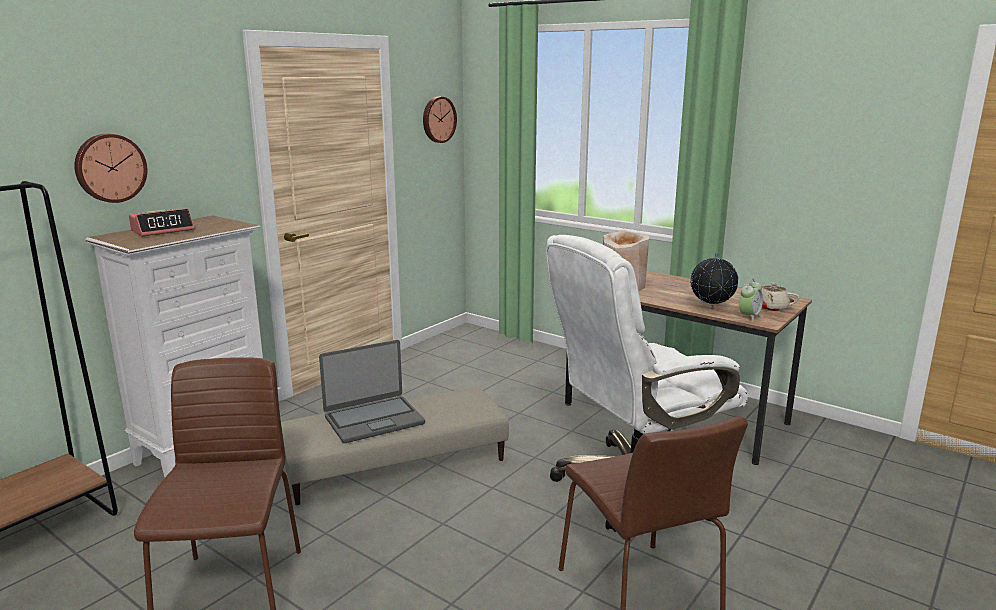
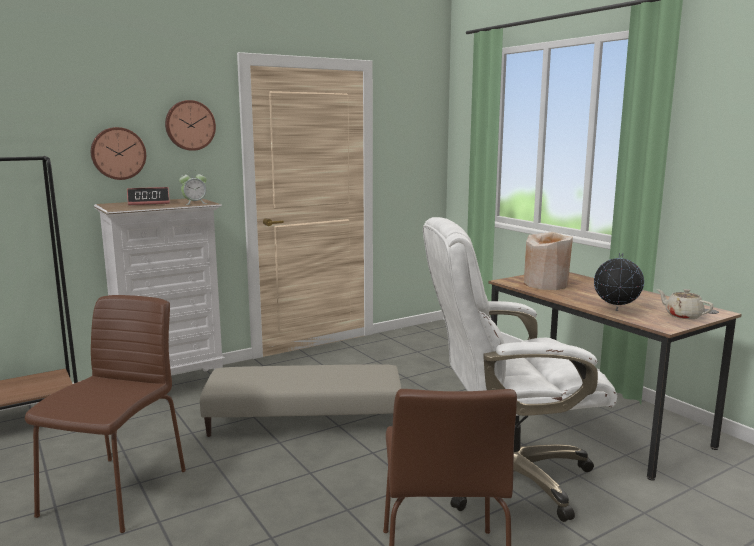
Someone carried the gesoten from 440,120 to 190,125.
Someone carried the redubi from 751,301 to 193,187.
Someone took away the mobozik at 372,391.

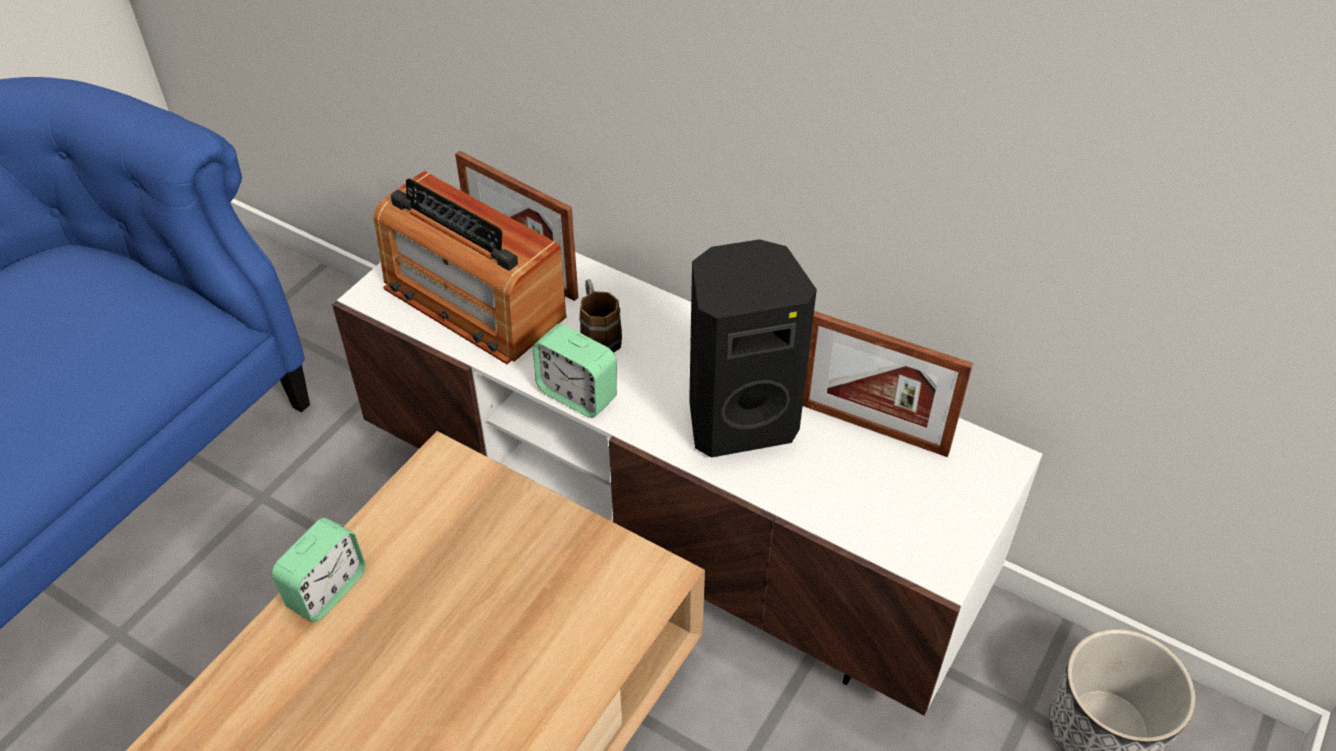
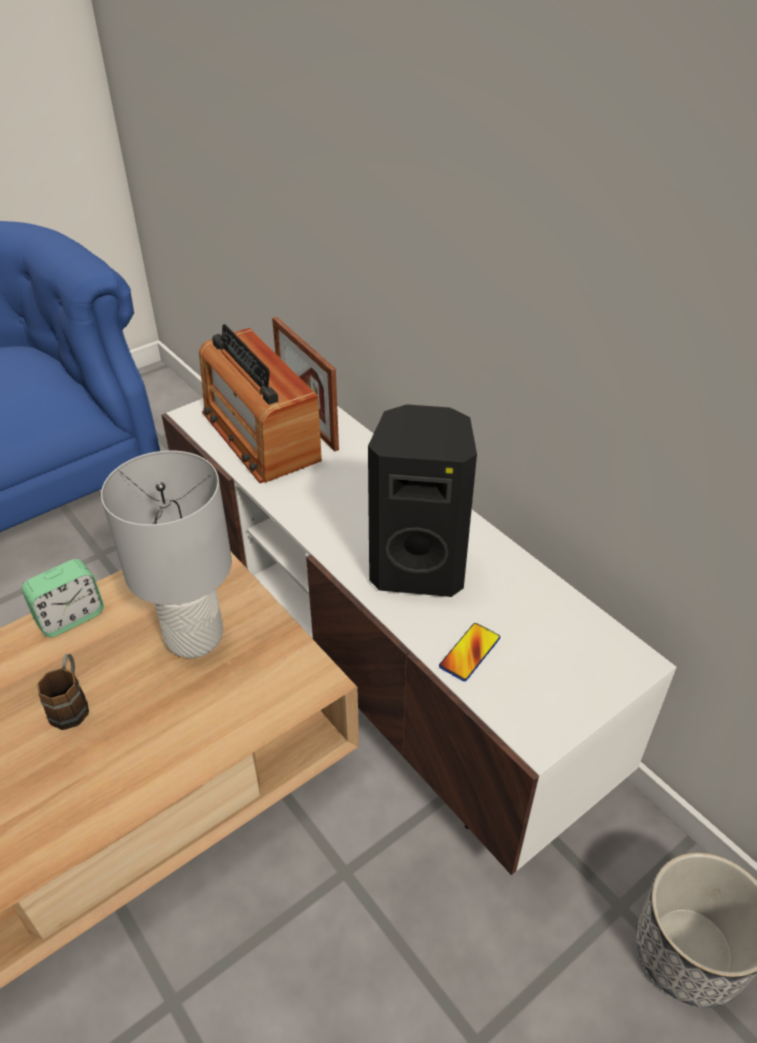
Someone carried the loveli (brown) from 600,316 to 63,692.
Someone took away the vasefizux at 888,384.
Someone took away the redubi at 575,371.
Someone put down the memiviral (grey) at 166,554.
Someone put down the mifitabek at 469,652.

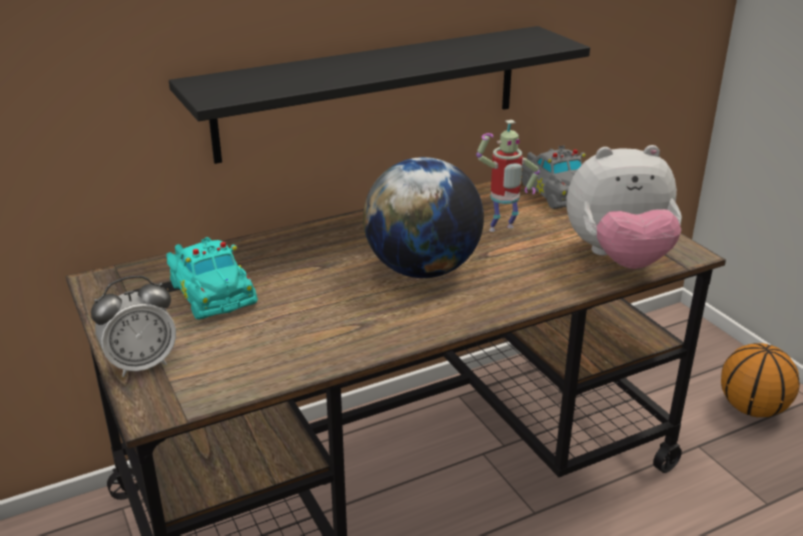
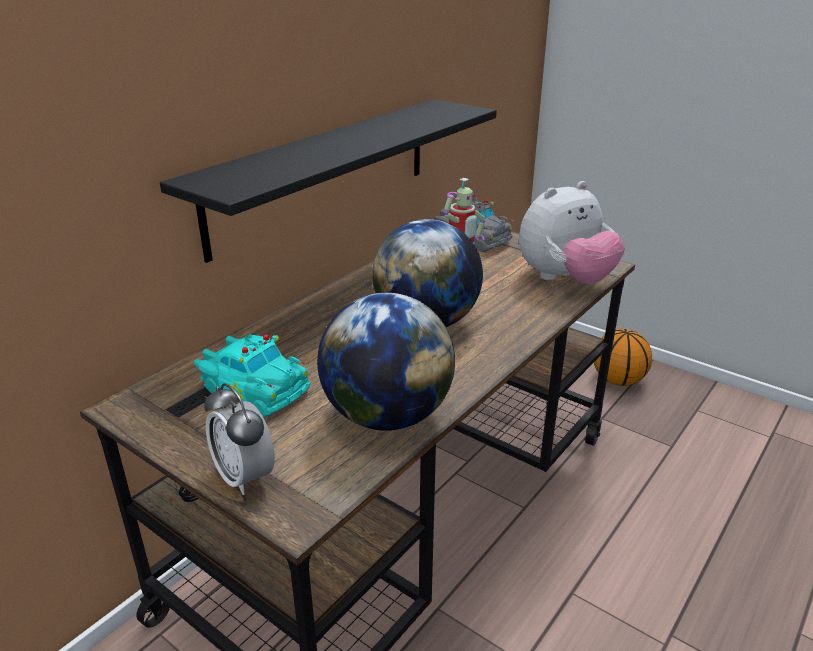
Someone rotated the redubi at 133,326 by 105 degrees clockwise.
Someone put down the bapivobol at 386,362.

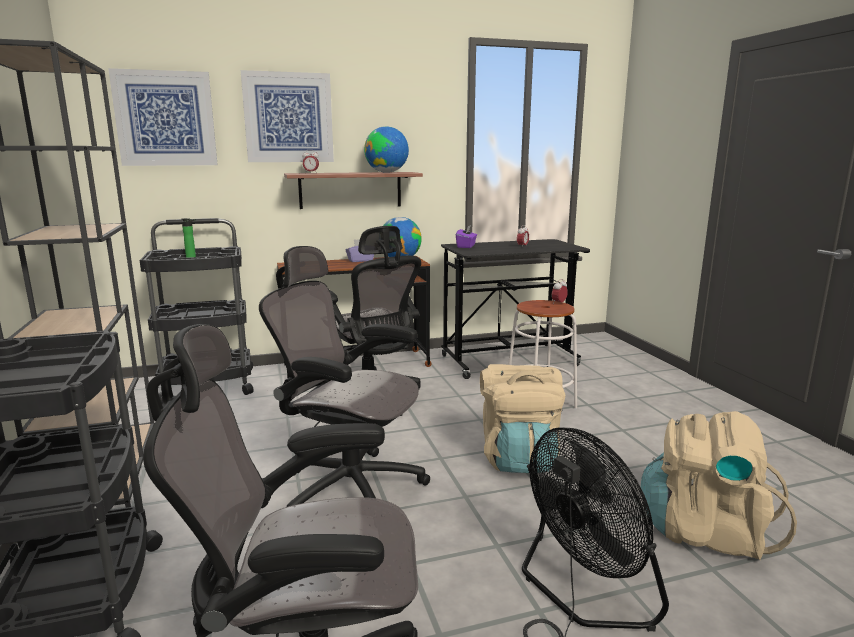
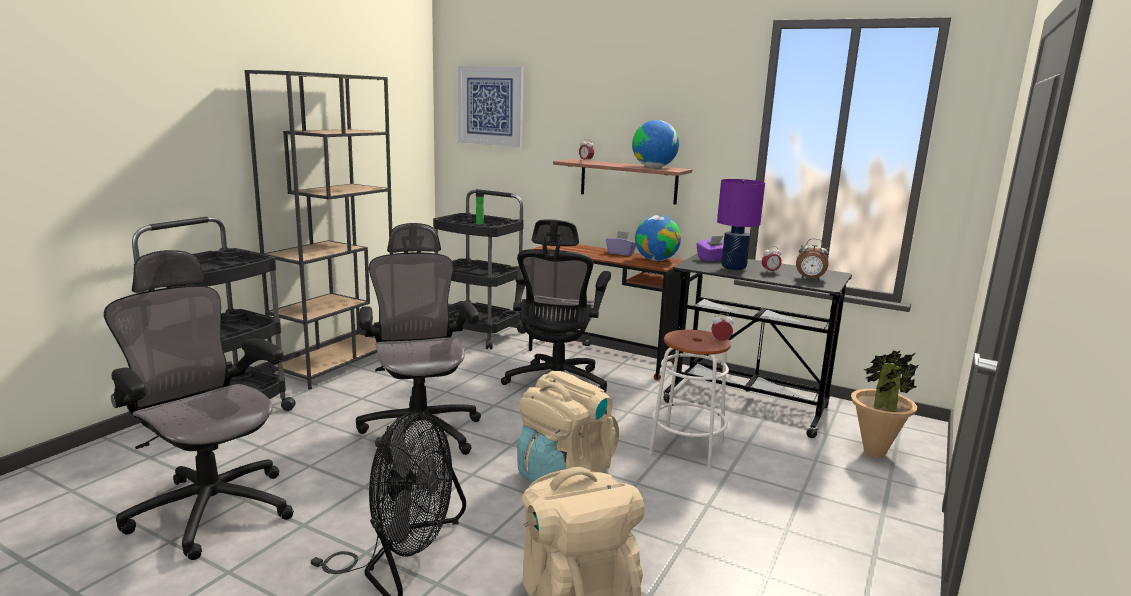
Someone took away the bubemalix at 287,116.
Someone put down the memiviral (purple) at 741,224.
Someone put down the redubi at 812,259.
Someone put down the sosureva at 885,404.

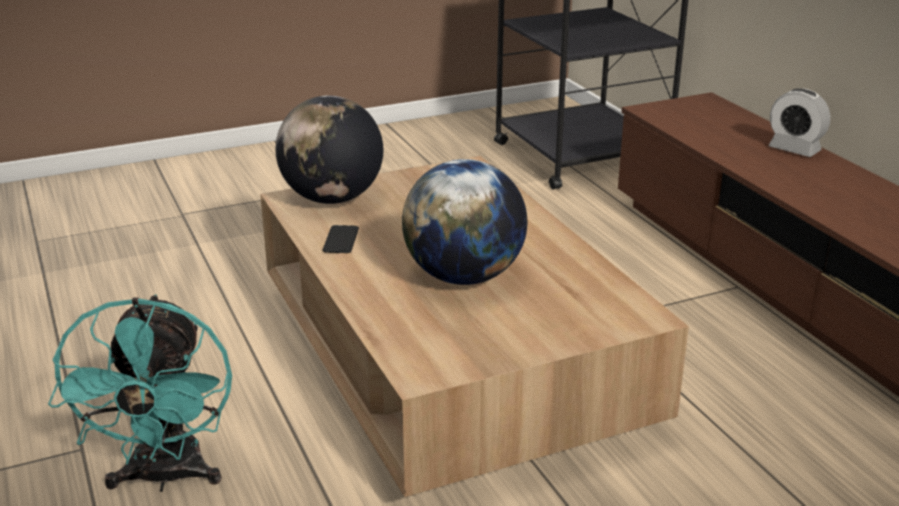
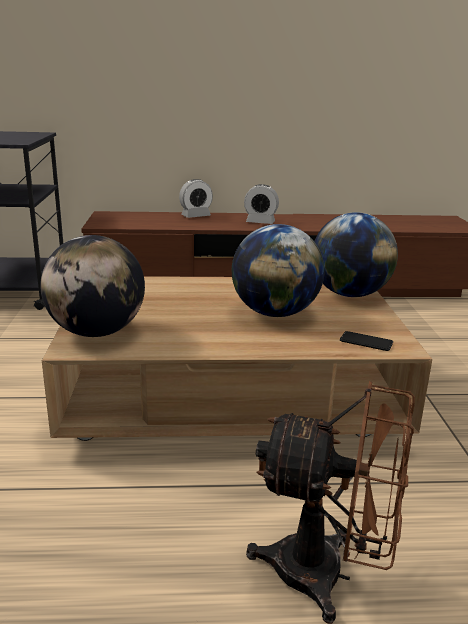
Someone carried the mifitabek from 340,239 to 366,341.
Someone repainted the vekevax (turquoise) at 140,393, which became the vekevax (brown) at 330,502.
Someone put down the redubi at 261,204.
Someone put down the bapivobol at 356,254.

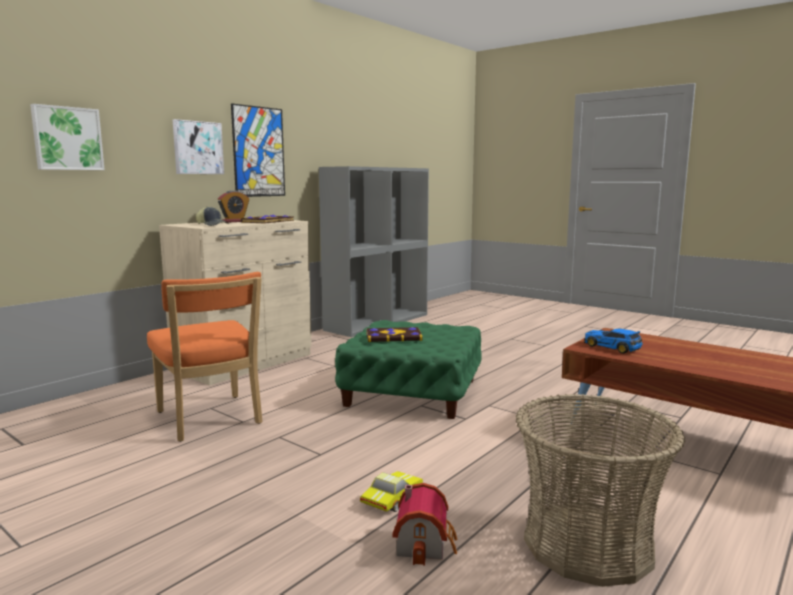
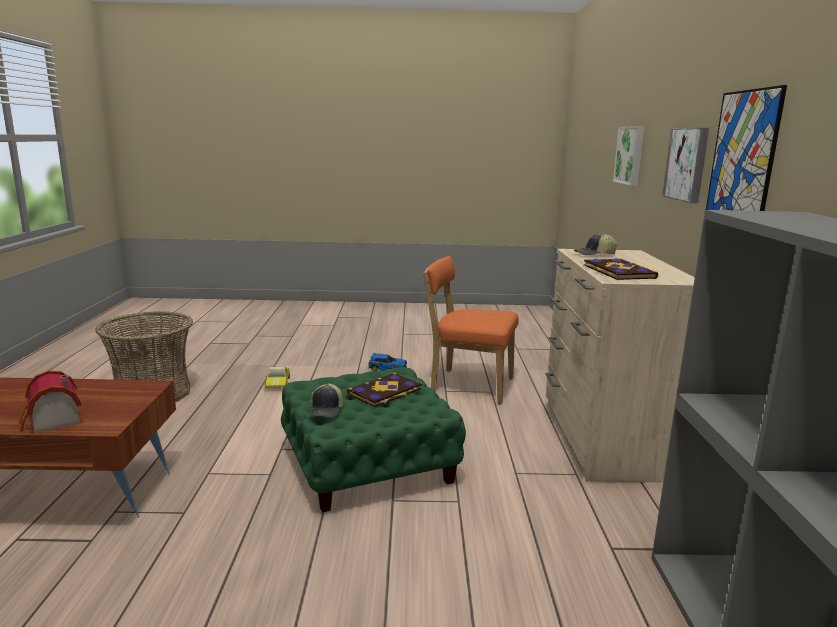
Someone took away the redubi at 233,206.
Someone carried the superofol from 613,341 to 387,362.
Someone carried the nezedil from 425,524 to 50,402.
Someone put down the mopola at 326,401.

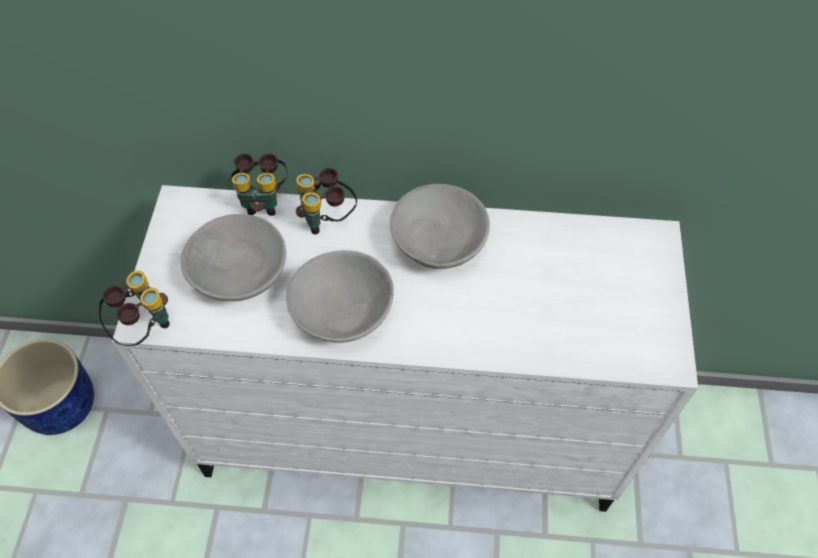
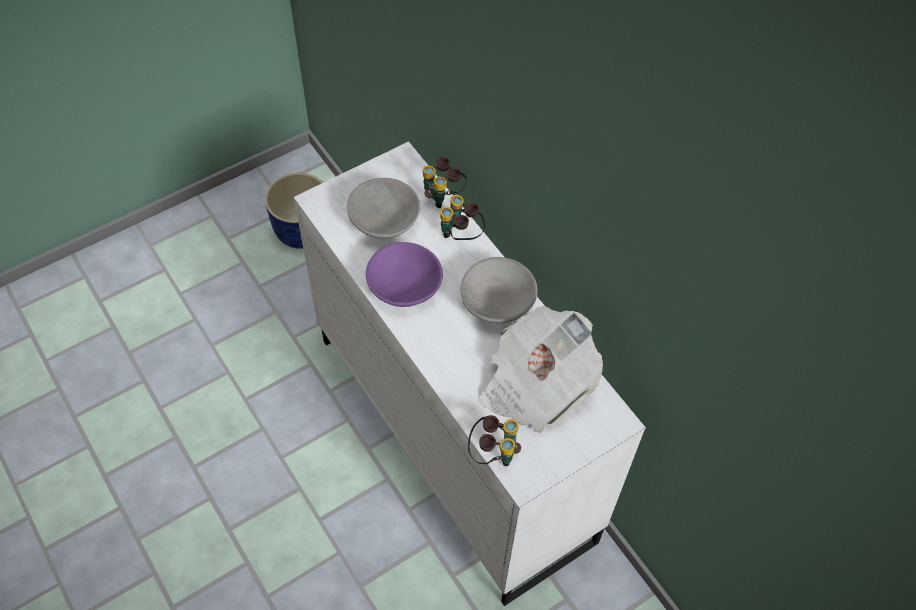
Someone repainted the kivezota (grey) at 340,296, which became the kivezota (purple) at 404,274.
Someone carried the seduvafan from 134,308 to 494,440.
Someone put down the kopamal at 542,369.

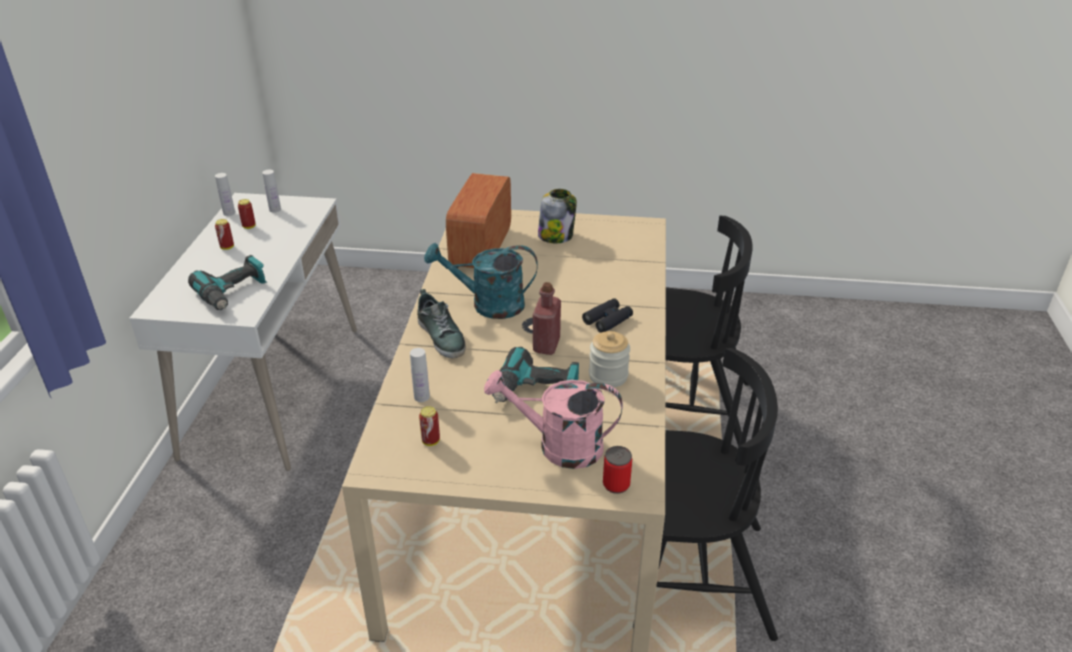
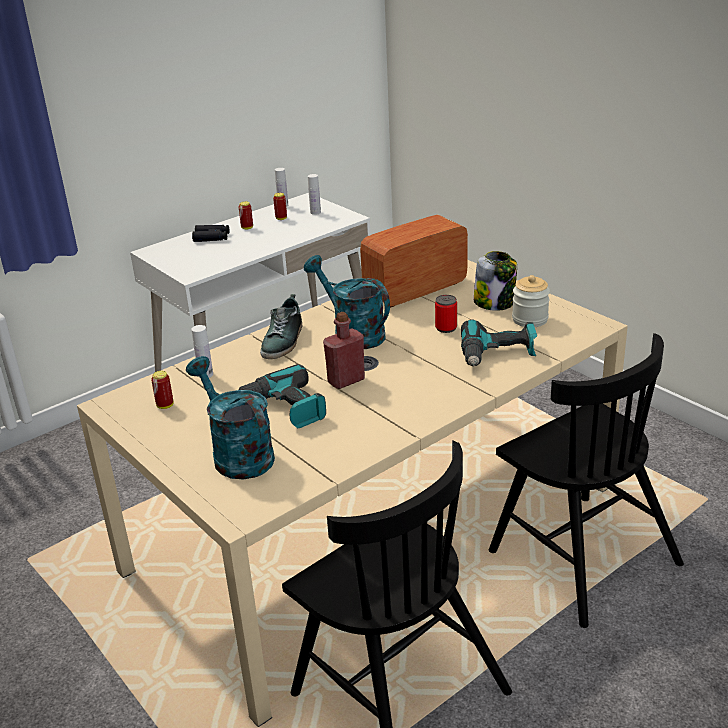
Someone carried the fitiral from 227,282 to 499,342.
Someone carried the seduvafan (black) from 607,315 to 210,233.
Someone carried the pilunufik from 609,359 to 531,301.
Someone repainted the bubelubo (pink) at 553,419, which became the bubelubo (turquoise) at 230,417.
Someone carried the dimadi from 617,470 to 446,314.

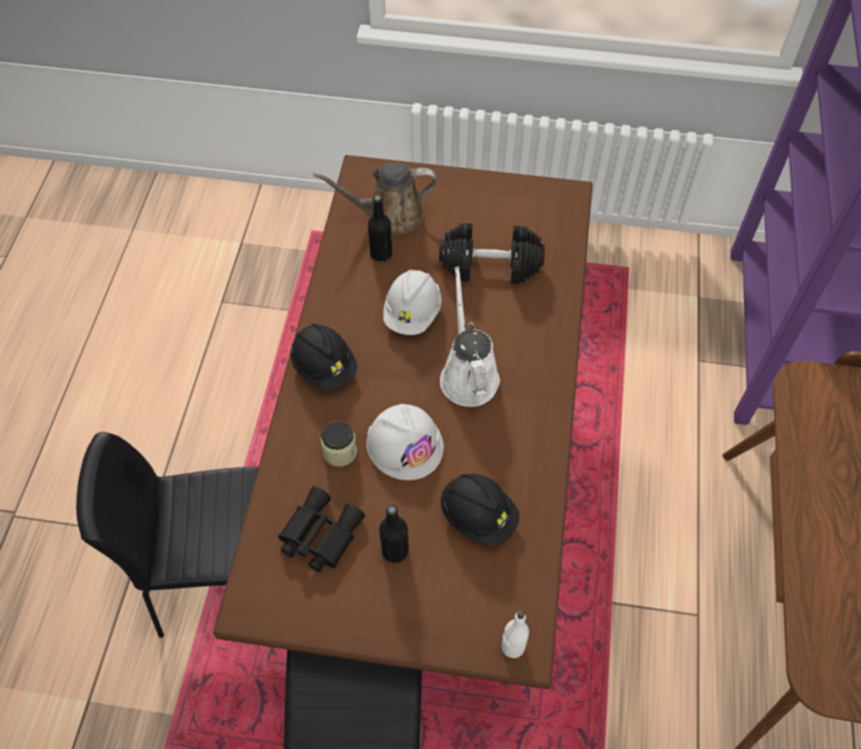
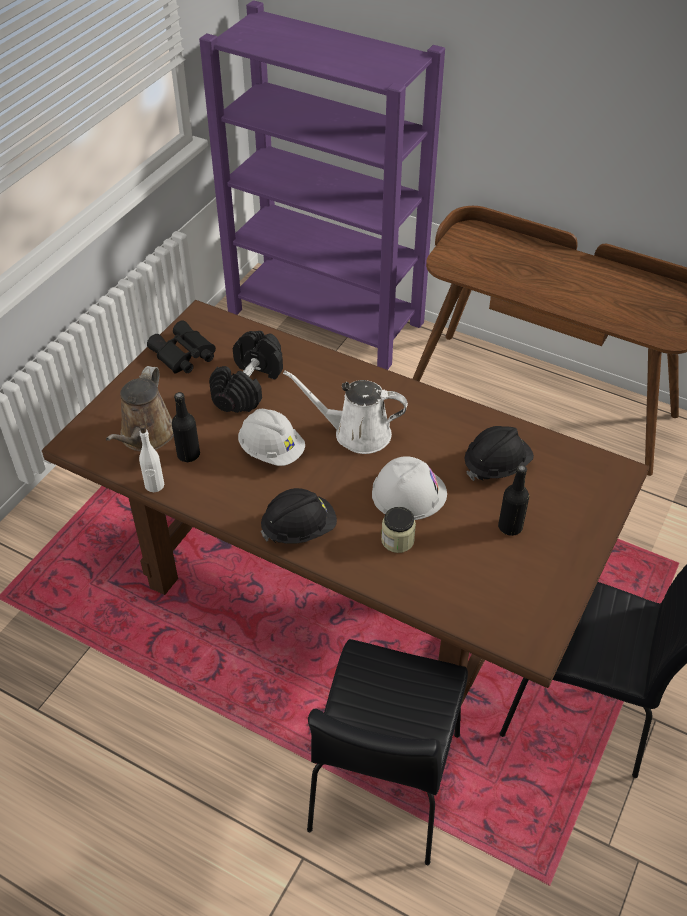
Someone carried the seduvafan (black) from 321,529 to 181,346.
Someone carried the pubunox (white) from 515,634 to 151,458.

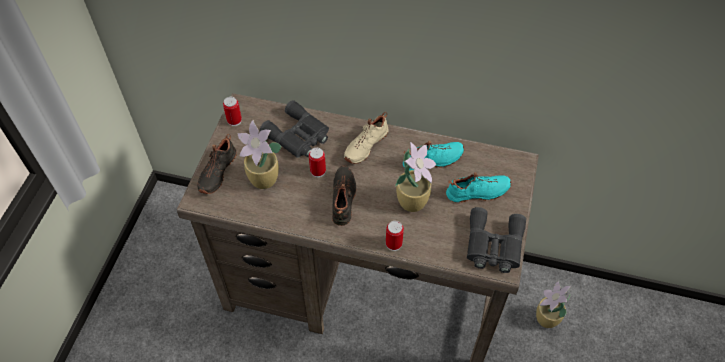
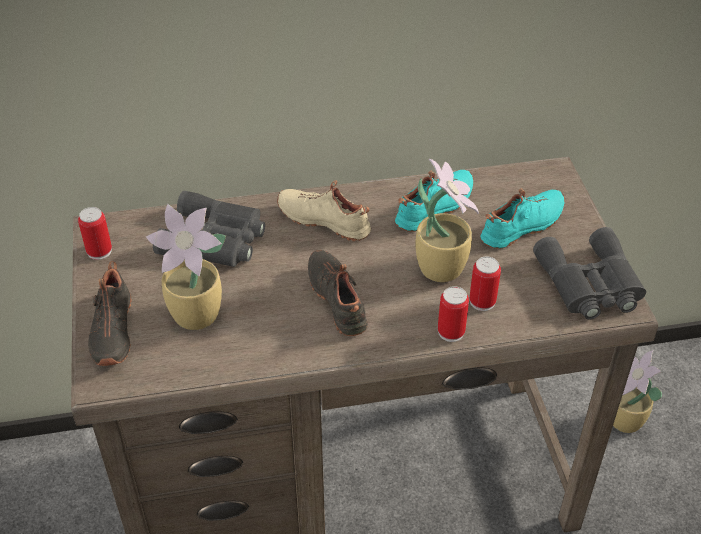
Someone rotated the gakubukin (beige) at 366,138 by 105 degrees clockwise.
Someone carried the dimadi from 317,162 to 485,284.

